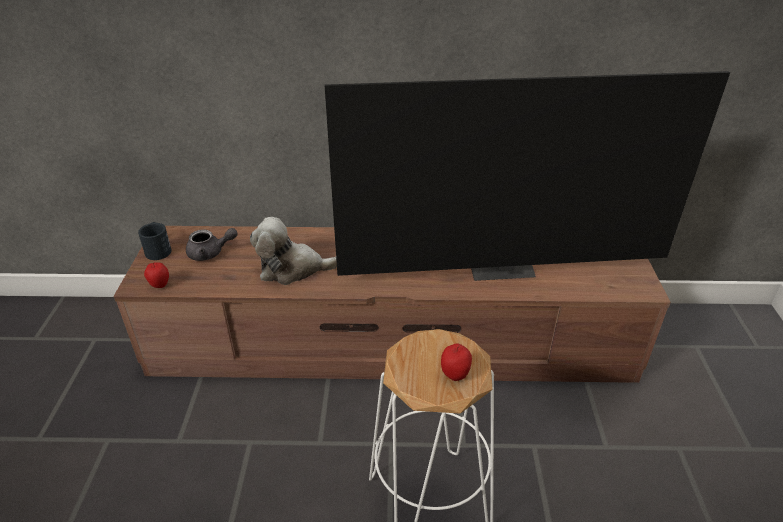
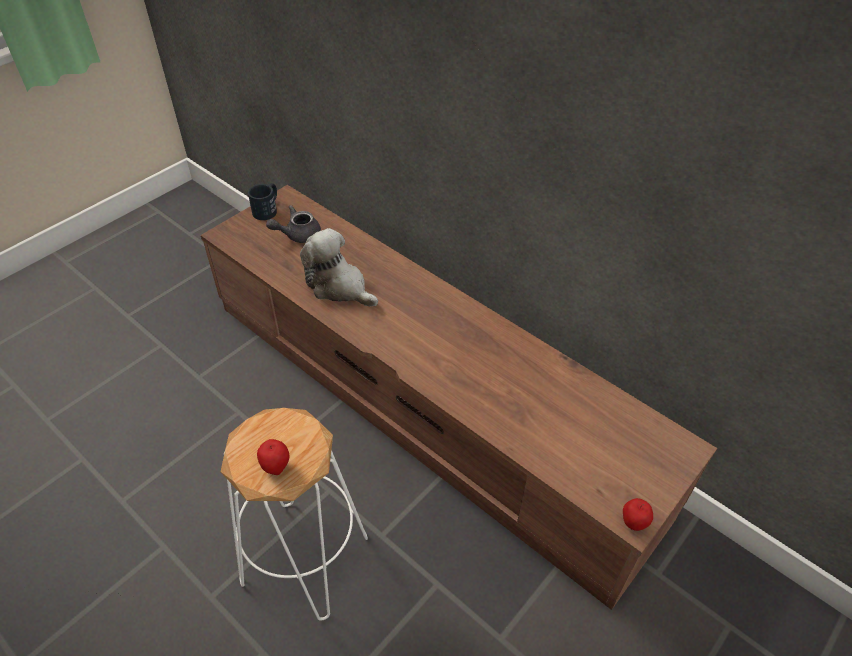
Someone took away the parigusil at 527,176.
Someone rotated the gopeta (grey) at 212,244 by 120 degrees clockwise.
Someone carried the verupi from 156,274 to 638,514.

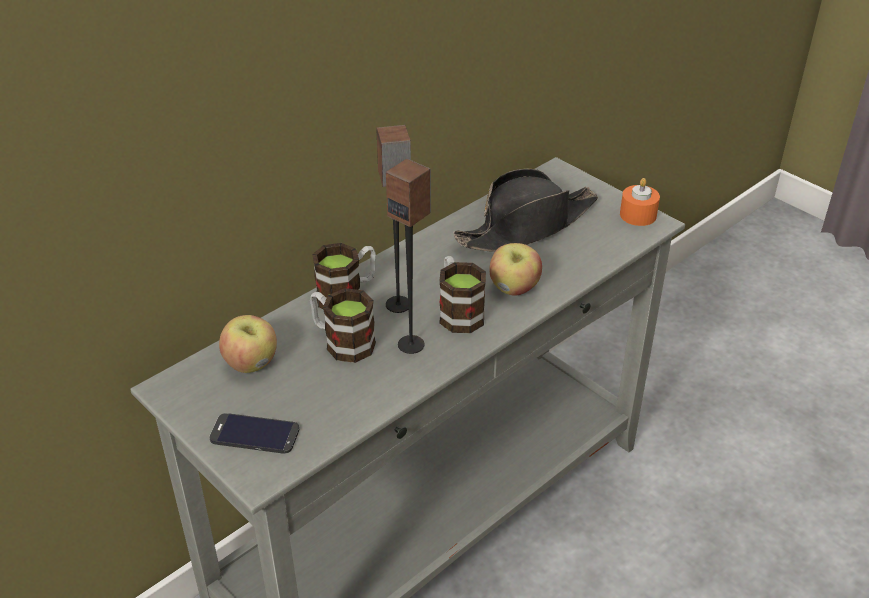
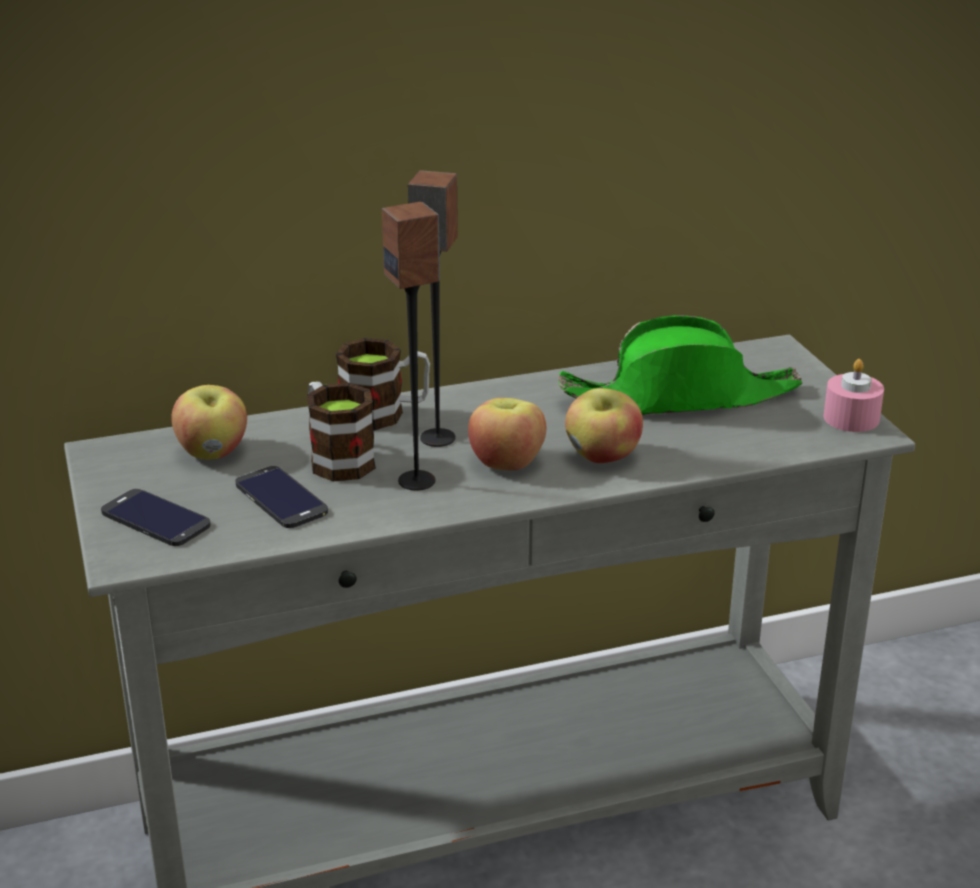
Someone repainted the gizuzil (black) at 525,210, which became the gizuzil (green) at 680,365.
Someone repainted the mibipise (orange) at 640,202, which became the mibipise (pink) at 853,395.
Someone swapped the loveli at 462,294 for the verupi at 507,434.
Someone put down the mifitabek at 281,497.

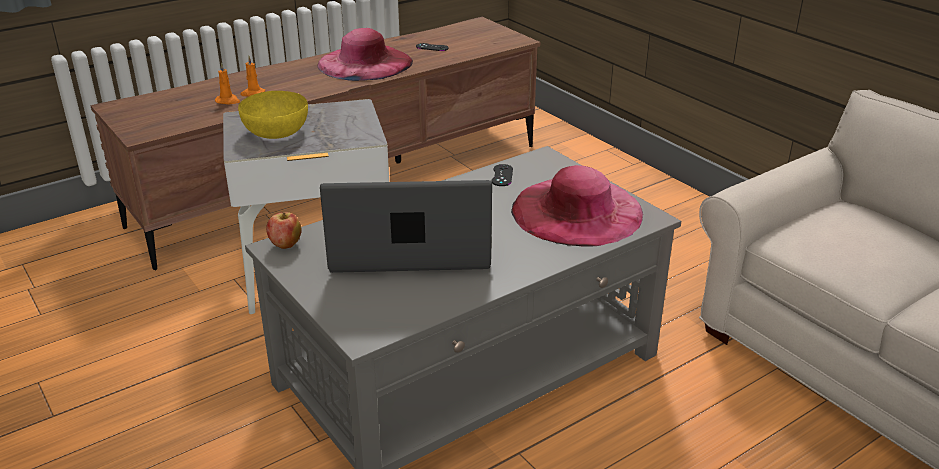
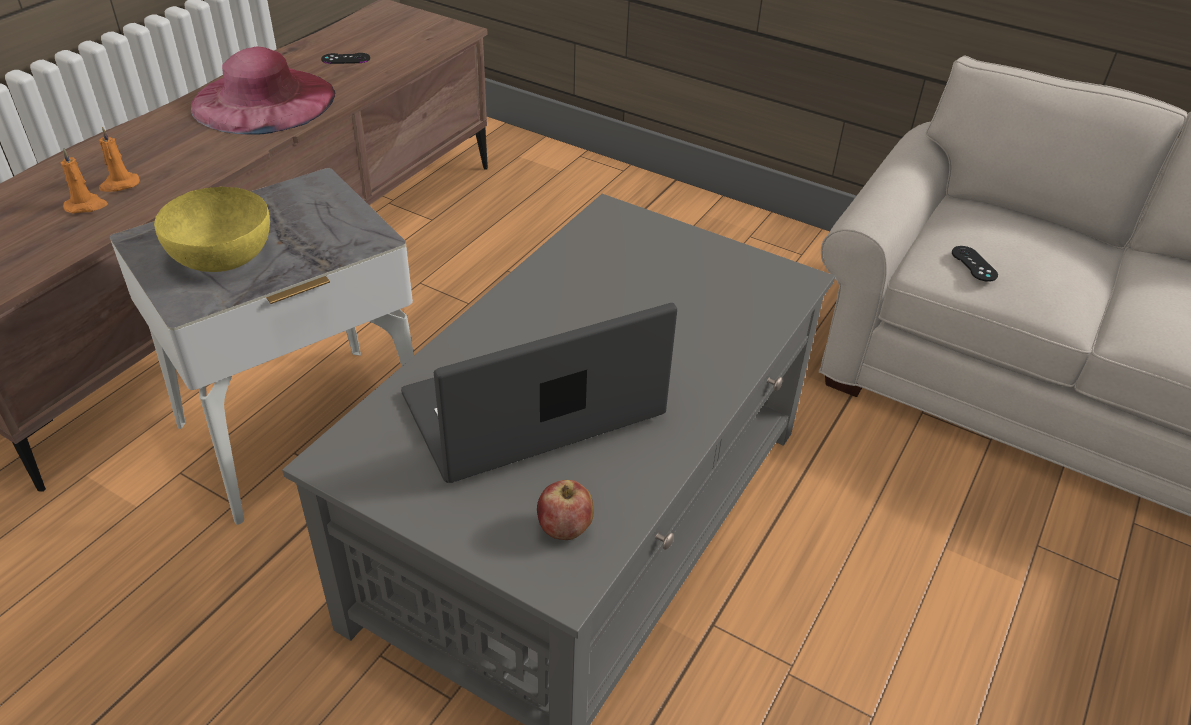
Someone carried the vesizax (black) from 502,175 to 975,264.
Someone took away the gizuzil (pink) at 577,206.
Someone carried the verupi from 284,230 to 565,510.

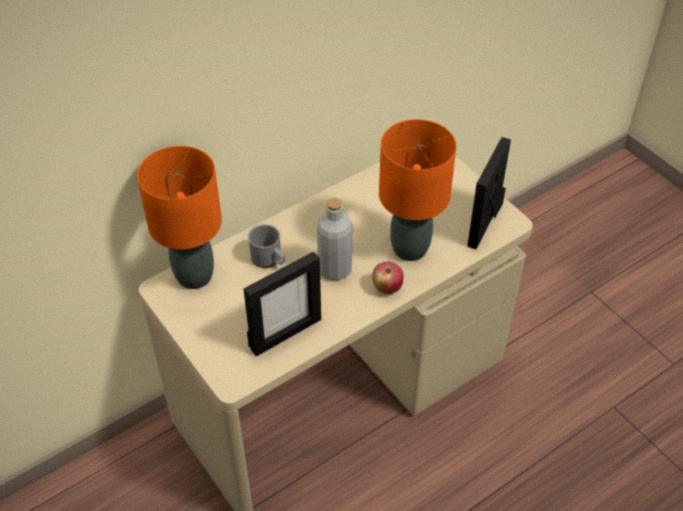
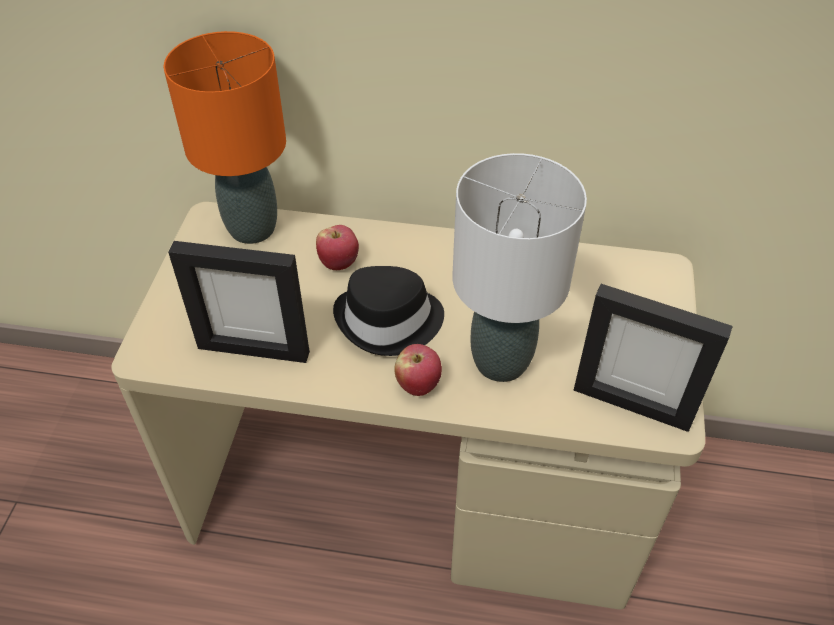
Someone repainted the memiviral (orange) at 417,190, which became the memiviral (white) at 519,267.
Someone rotated the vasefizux at 489,193 by 135 degrees counterclockwise.
Someone swapped the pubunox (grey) at 334,239 for the gizuzil (black) at 388,311.
Someone swapped the loveli (grey) at 266,246 for the verupi at 337,247.

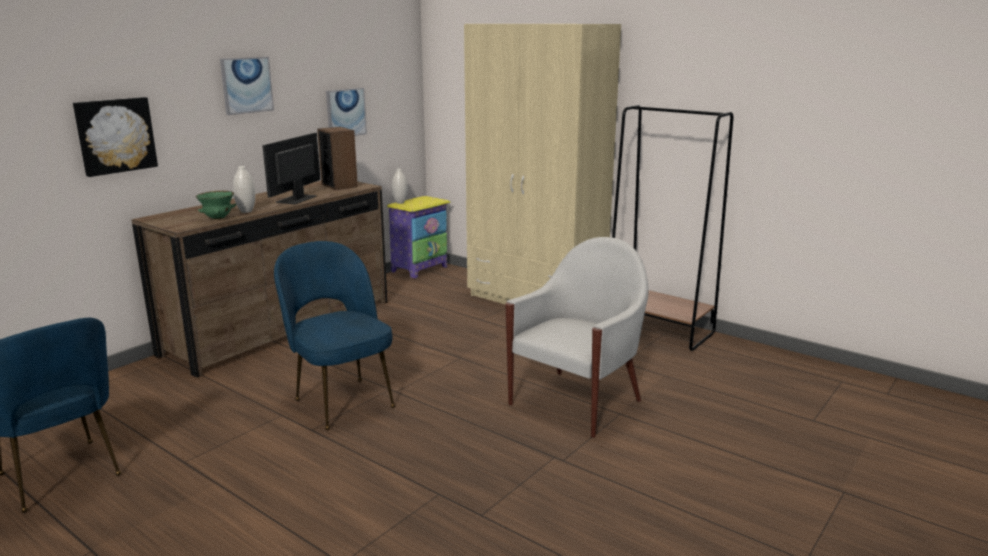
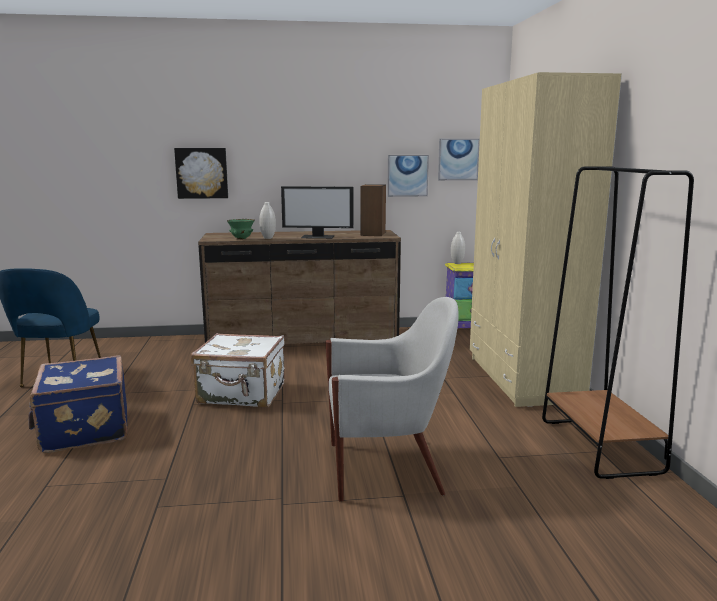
Someone carried the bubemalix from 247,86 to 459,159.
Someone rotated the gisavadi at 291,168 by 150 degrees counterclockwise.
Someone swapped the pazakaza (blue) at 334,335 for the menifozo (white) at 238,370.
Someone put down the menifozo (blue) at 78,404.

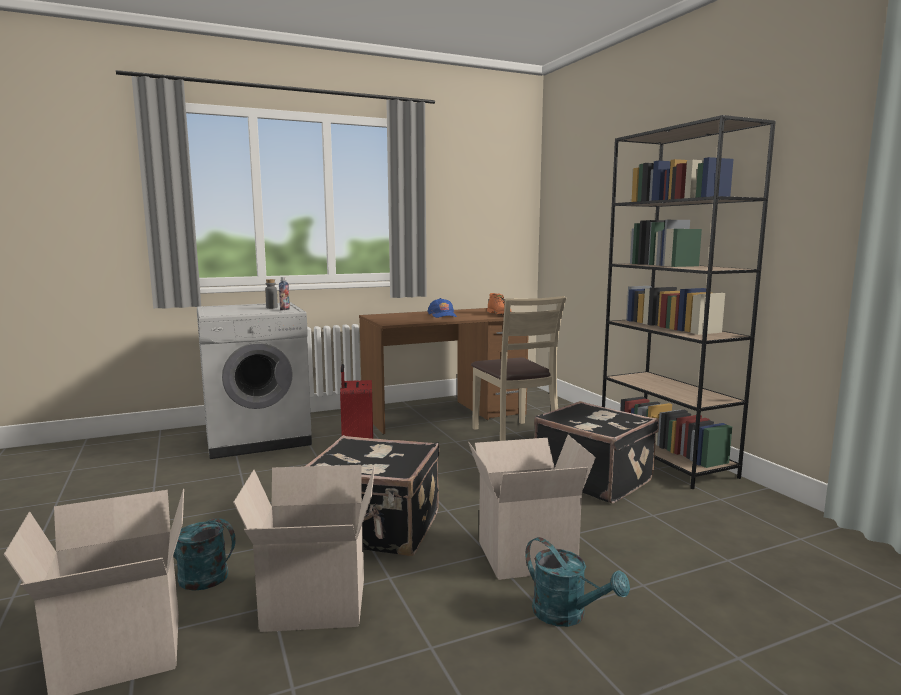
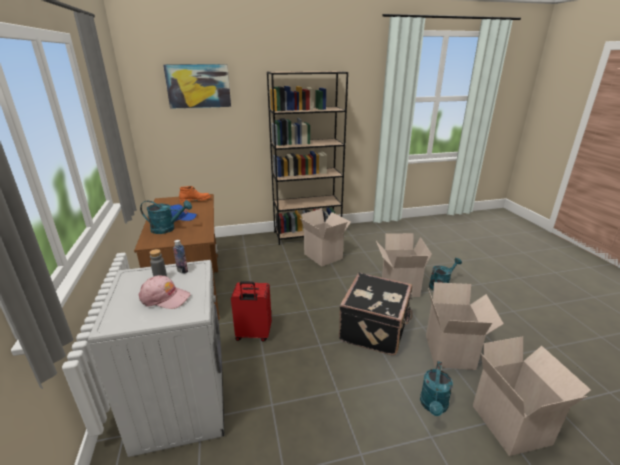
Someone took away the pazakaza (beige) at 518,368.
Someone swapped the menifozo (black) at 596,452 for the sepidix at 325,238.
Someone put up the bubemalix at 197,86.
Someone put down the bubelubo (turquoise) at 166,217.
Someone put down the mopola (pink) at 165,292.

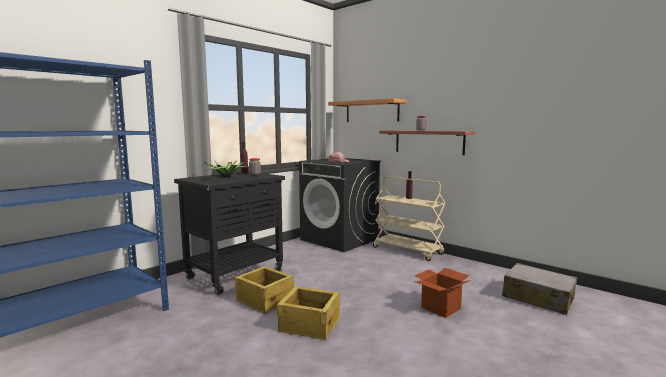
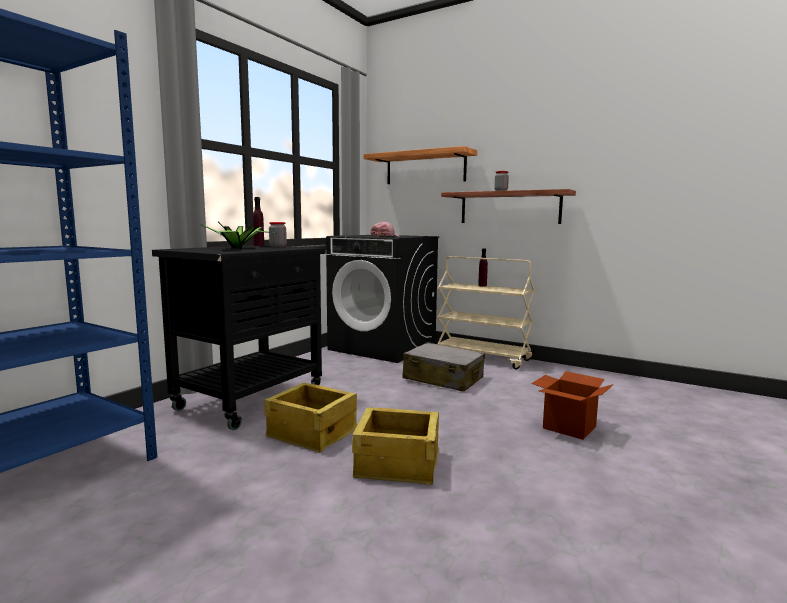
Someone carried the menifozo (grey) from 539,289 to 443,367.

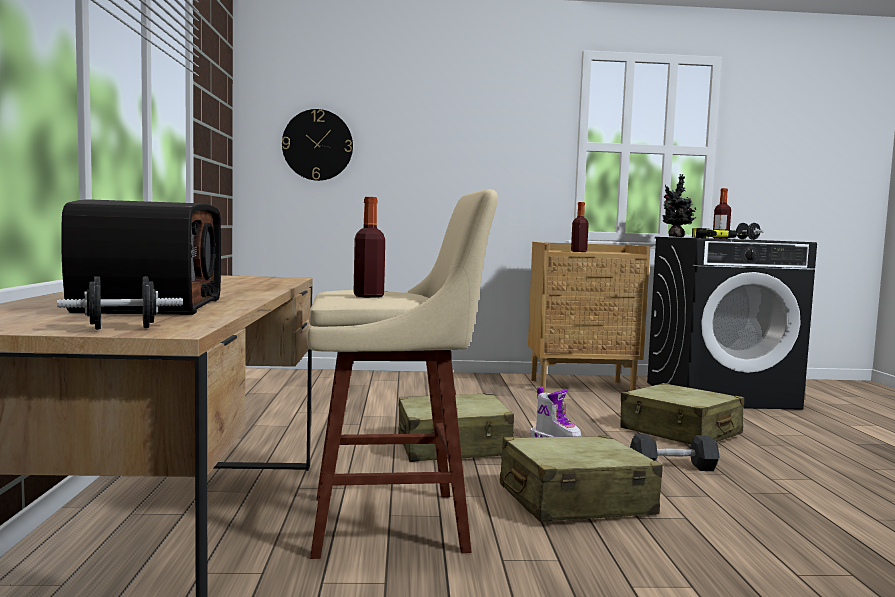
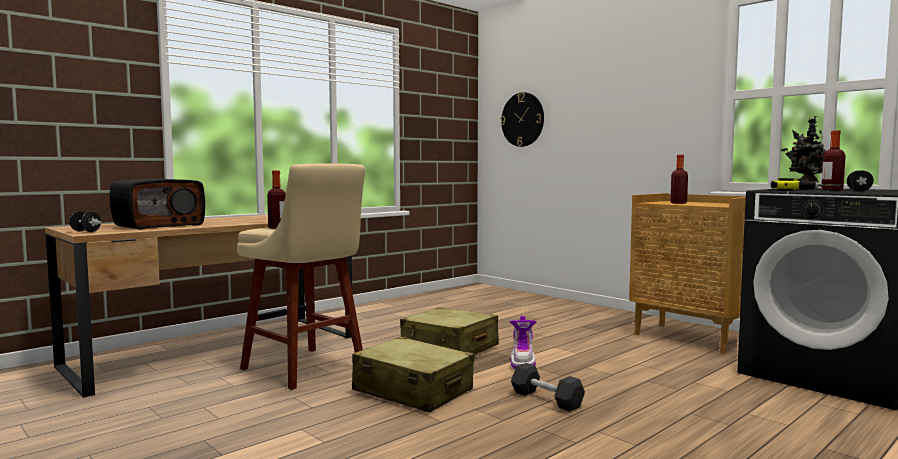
Someone took away the menifozo (beige) at 682,413.

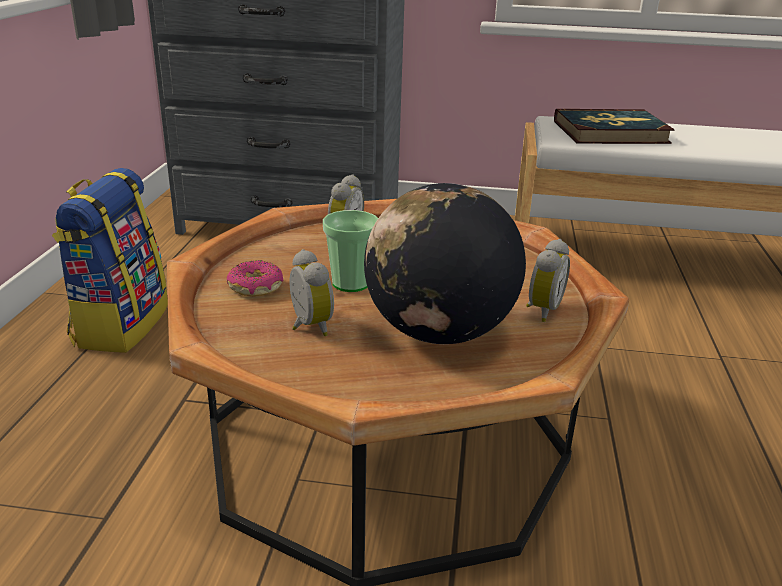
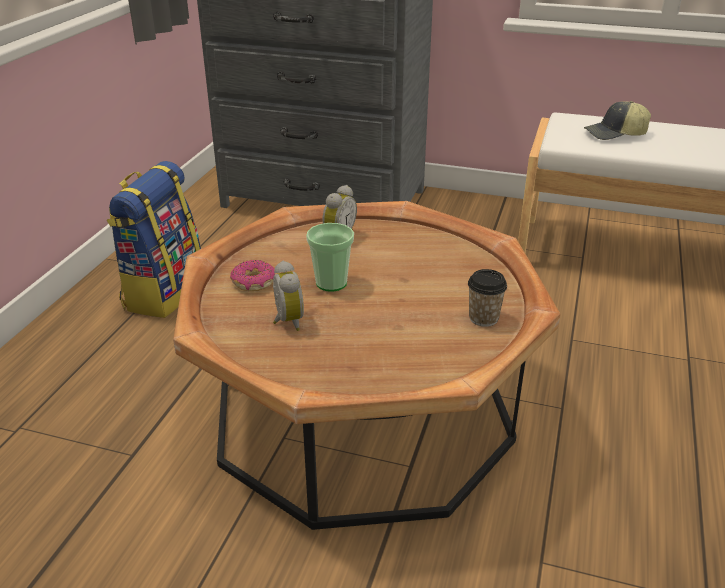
Someone swapped the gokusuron at 614,126 for the mopola at 617,120.
Someone took away the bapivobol at 445,263.
Someone swapped the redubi at 548,280 for the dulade at 487,298.

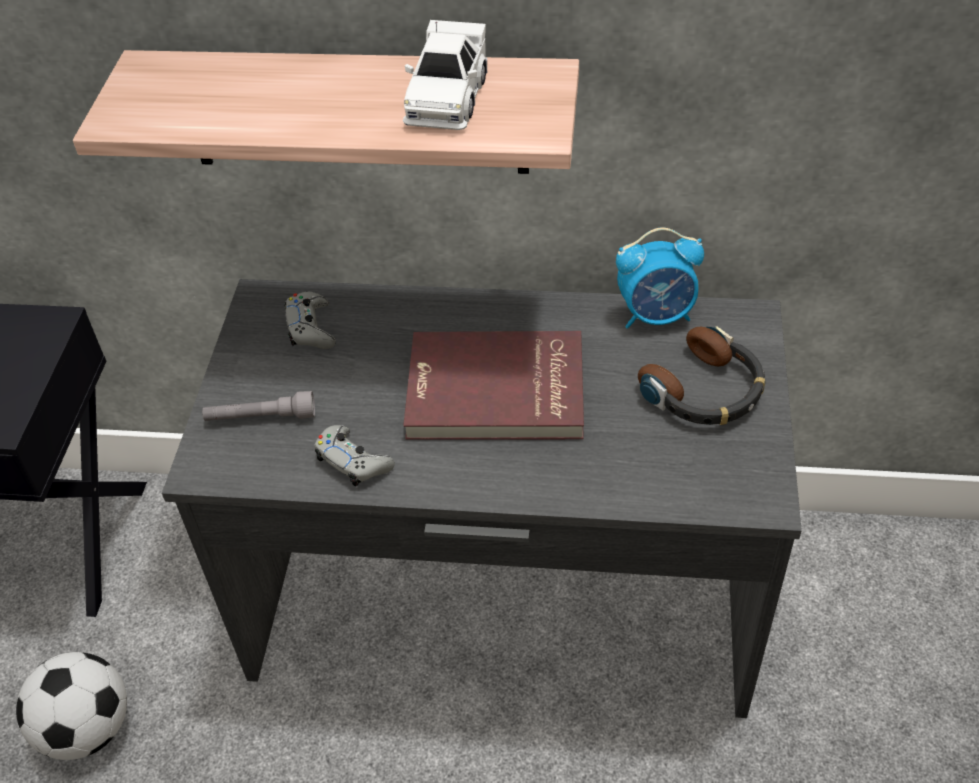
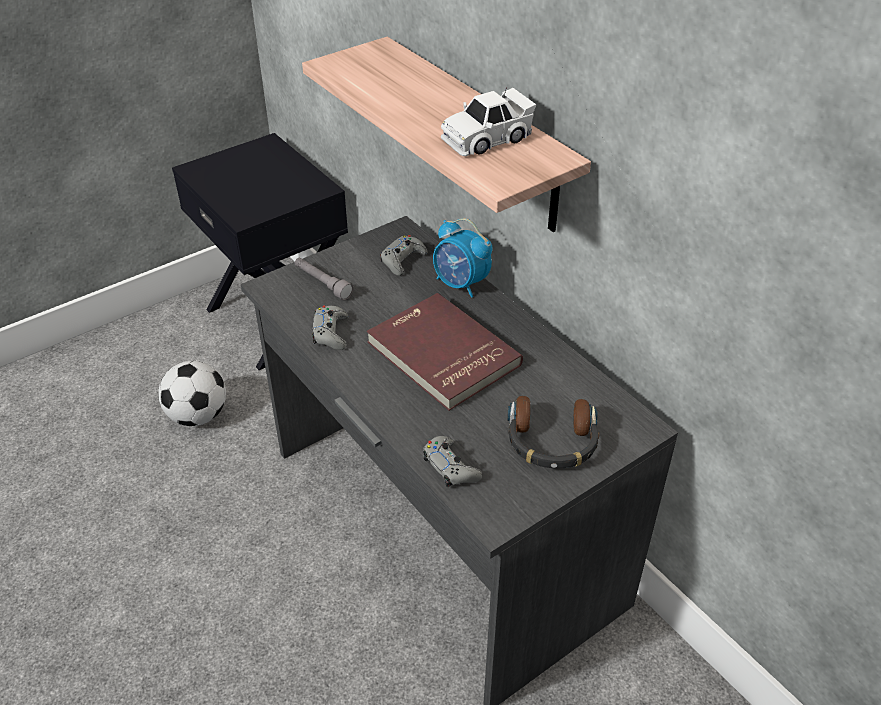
Someone carried the redubi from 660,278 to 463,258.
Someone put down the vesizax (grey) at 452,461.

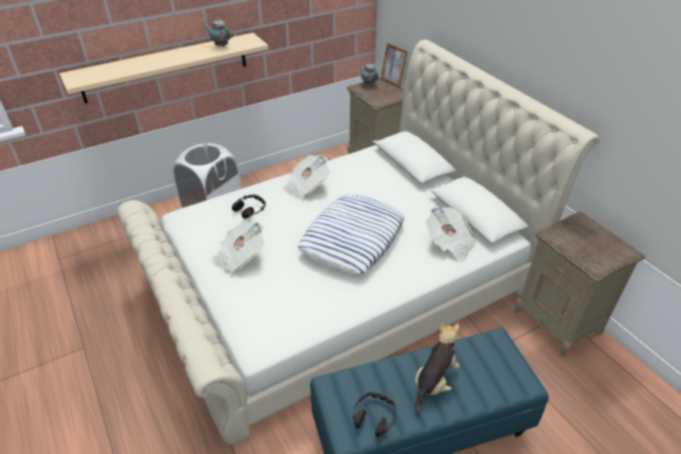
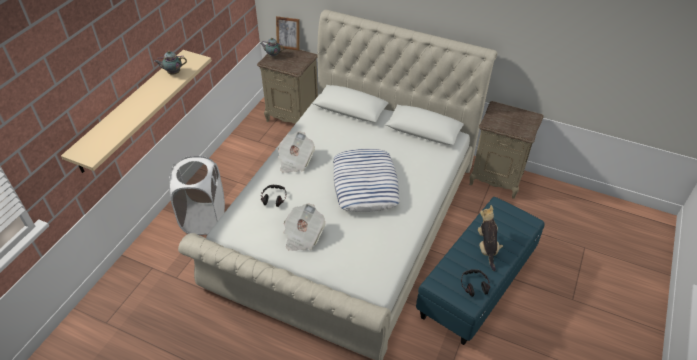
Someone took away the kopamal at 451,233.

